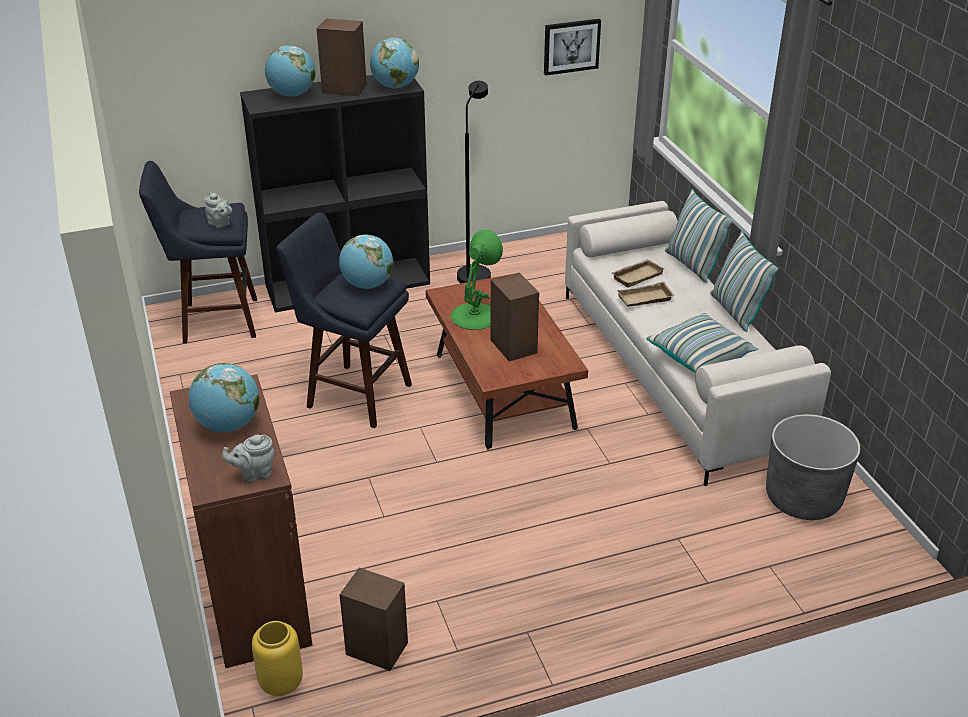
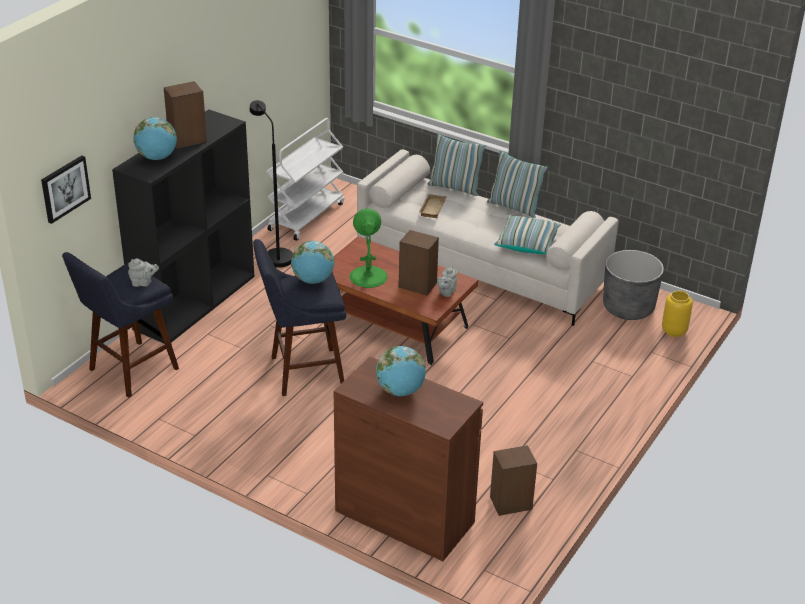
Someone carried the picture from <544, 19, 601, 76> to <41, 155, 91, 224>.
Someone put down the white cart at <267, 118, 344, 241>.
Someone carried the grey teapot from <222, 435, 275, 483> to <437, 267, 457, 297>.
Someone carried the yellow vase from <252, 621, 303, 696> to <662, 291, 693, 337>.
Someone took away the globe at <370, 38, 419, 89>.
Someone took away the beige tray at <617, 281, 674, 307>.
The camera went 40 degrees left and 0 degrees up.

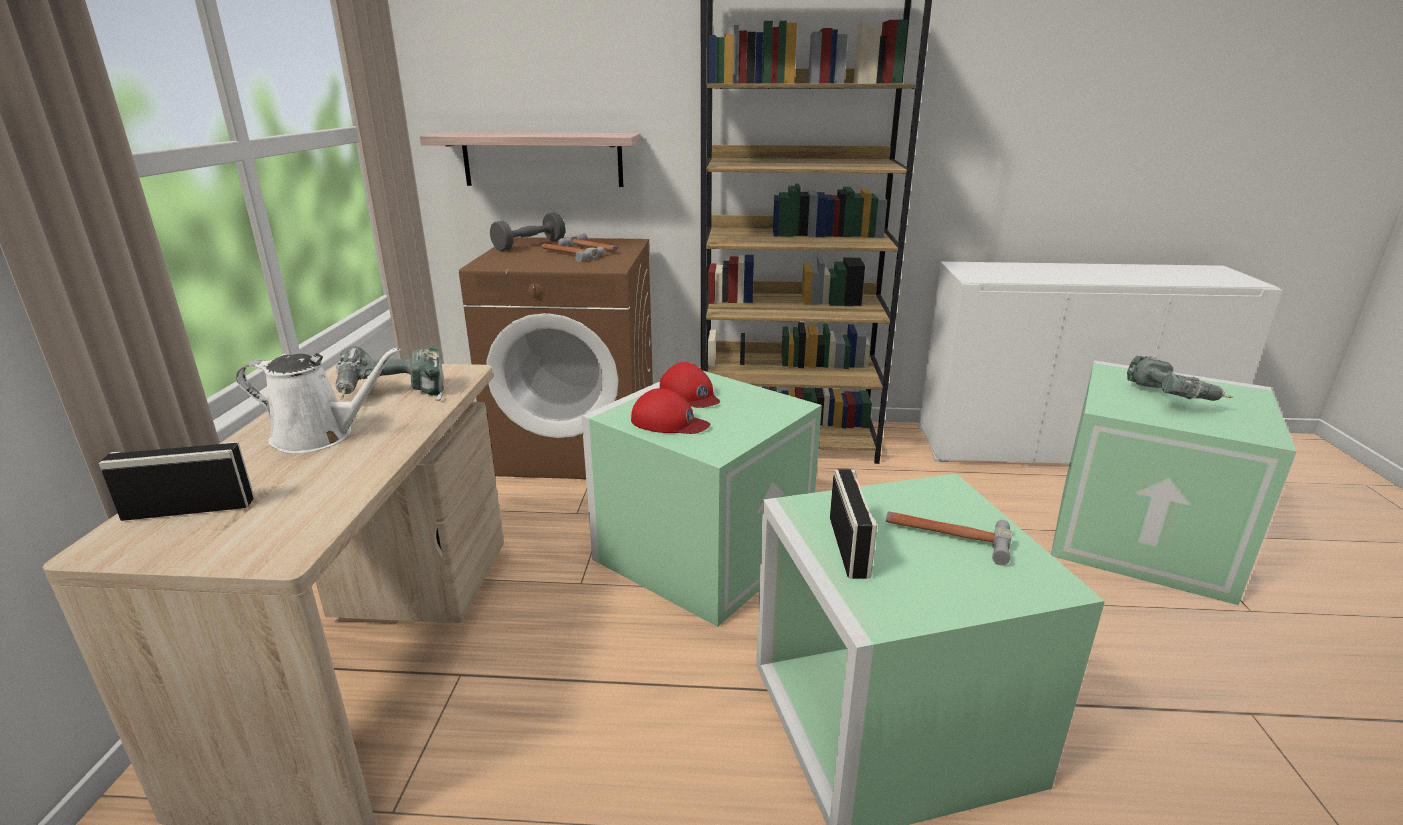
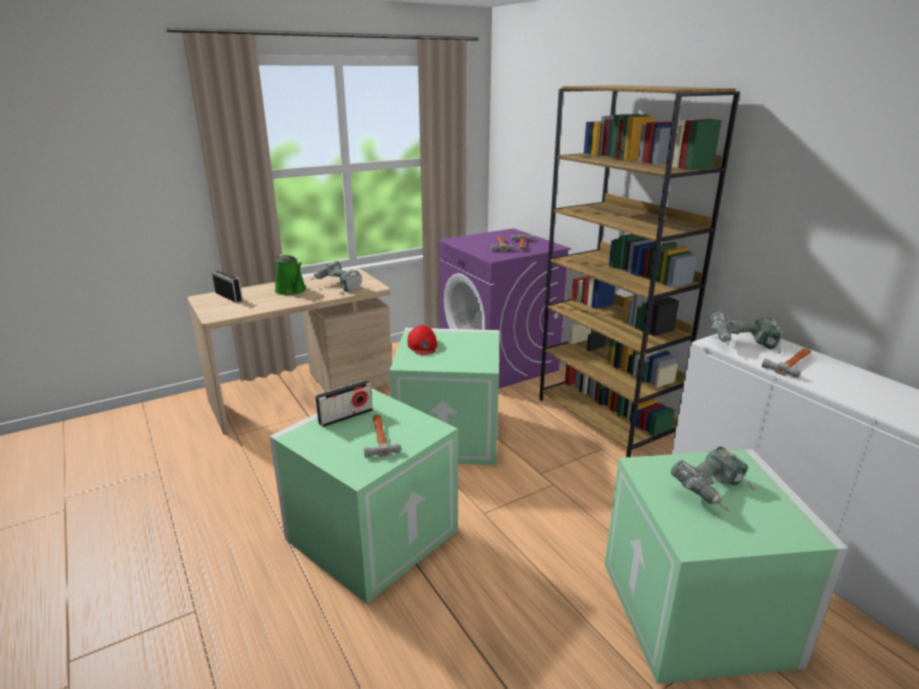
Someone repainted the white watering can at <236, 347, 400, 454>, which became the green watering can at <275, 254, 306, 295>.
Someone repainted the brown washing machine at <459, 237, 653, 479>, which became the purple washing machine at <439, 228, 571, 388>.
Someone put down the power drill at <709, 311, 782, 353>.
Someone put down the hammer at <762, 348, 811, 378>.
Someone took away the shelf at <420, 132, 641, 187>.
Someone took away the grey dumbbell at <490, 212, 565, 251>.
Someone took away the red cap at <660, 362, 720, 408>.
The camera went 55 degrees right and 0 degrees up.

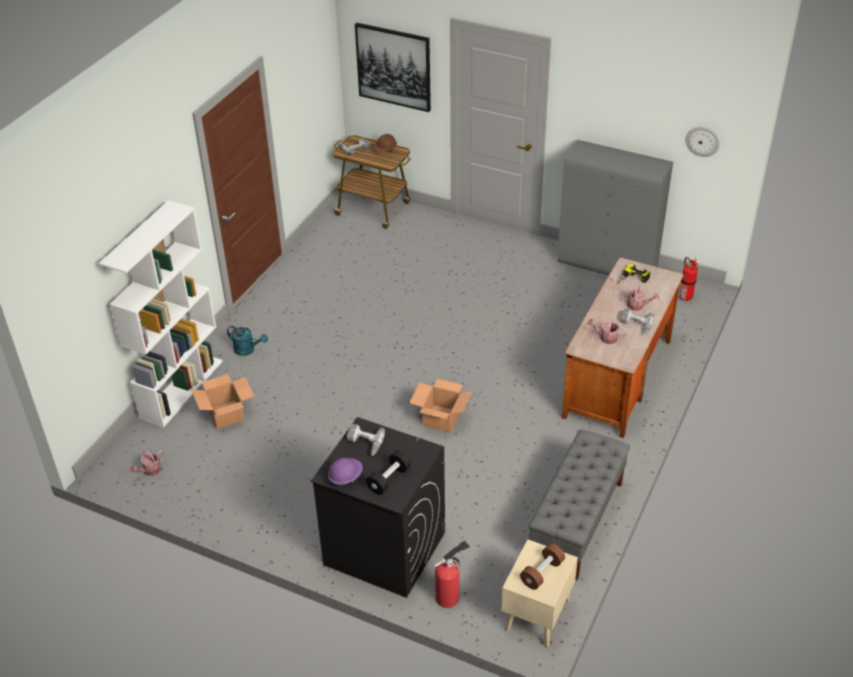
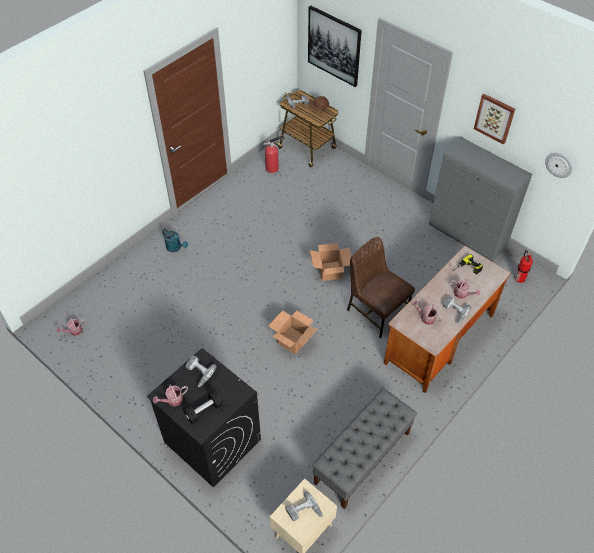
Someone swapped the purple hard hat at <328, 458, 363, 484> for the watering can at <153, 384, 188, 406>.
Someone carried the fire extinguisher from <434, 541, 469, 608> to <263, 135, 285, 173>.
Someone swapped the brown dumbbell at <520, 543, 565, 590> for the power drill at <286, 491, 323, 521>.
Someone carried the cardboard box from <191, 374, 254, 429> to <310, 243, 352, 281>.
Someone put down the brown chair at <347, 237, 415, 339>.
Someone put up the picture at <474, 94, 515, 144>.
Someone took away the white bookcase at <99, 200, 223, 428>.
The camera went 15 degrees right and 10 degrees up.

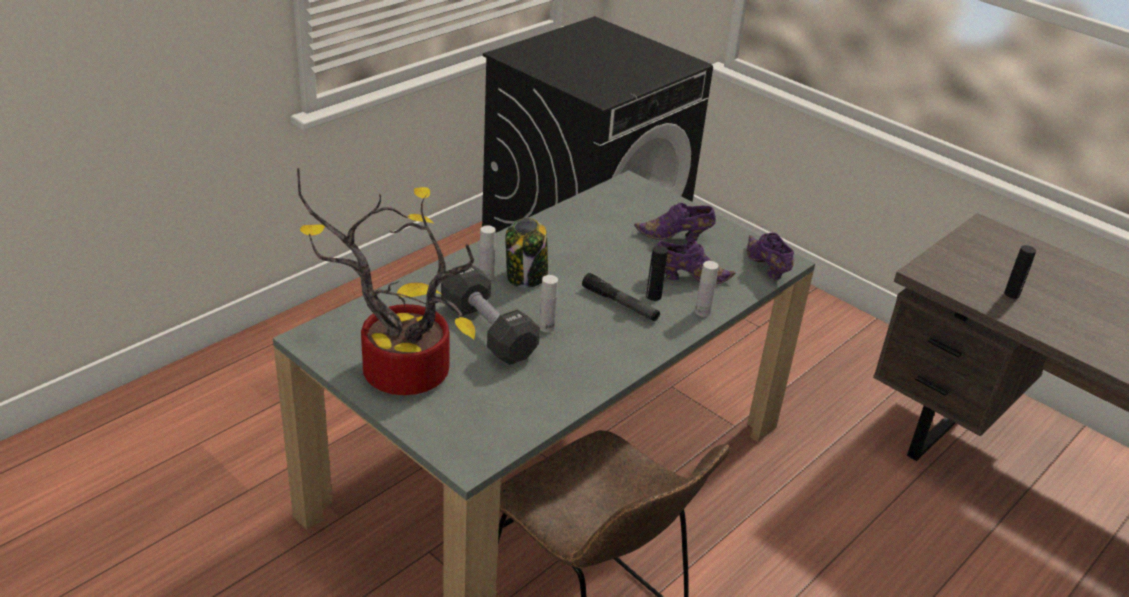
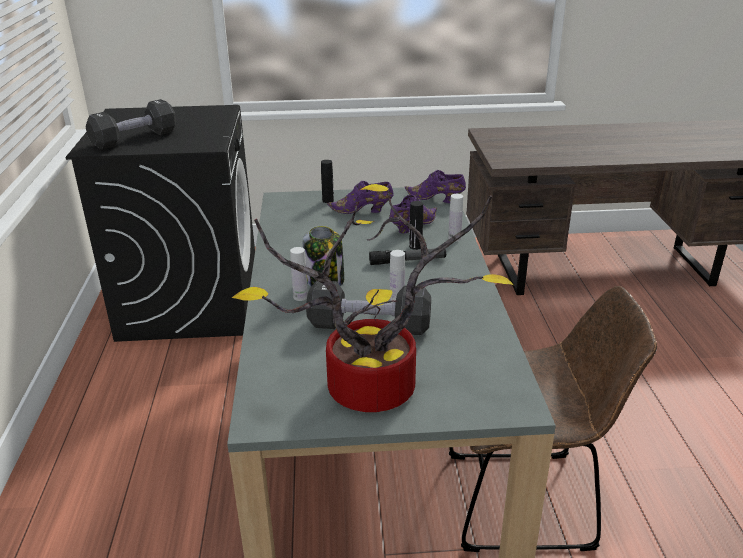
Someone put down the black dumbbell at <85, 99, 176, 150>.
Someone carried the black bottle from <1004, 245, 1036, 299> to <321, 160, 334, 203>.
Someone rotated the purple shoe at <634, 203, 716, 241> by 45 degrees clockwise.
The camera went 45 degrees left and 5 degrees down.

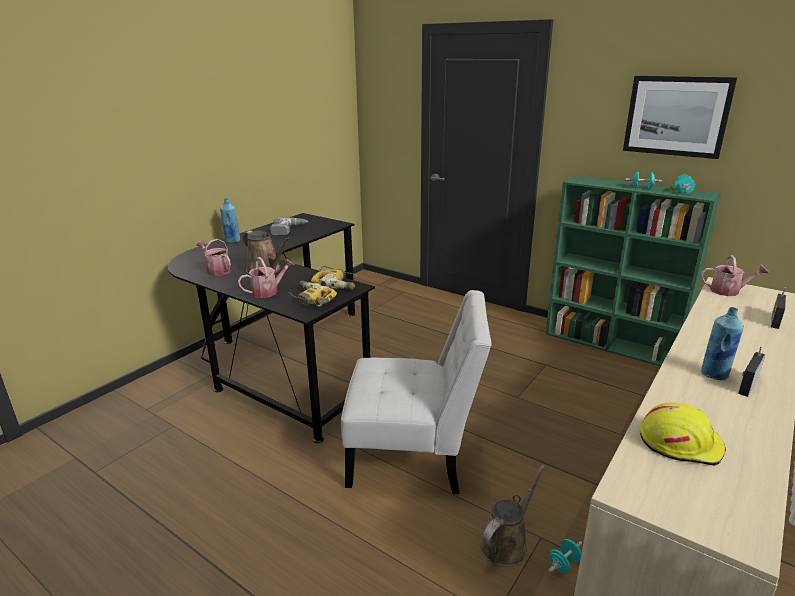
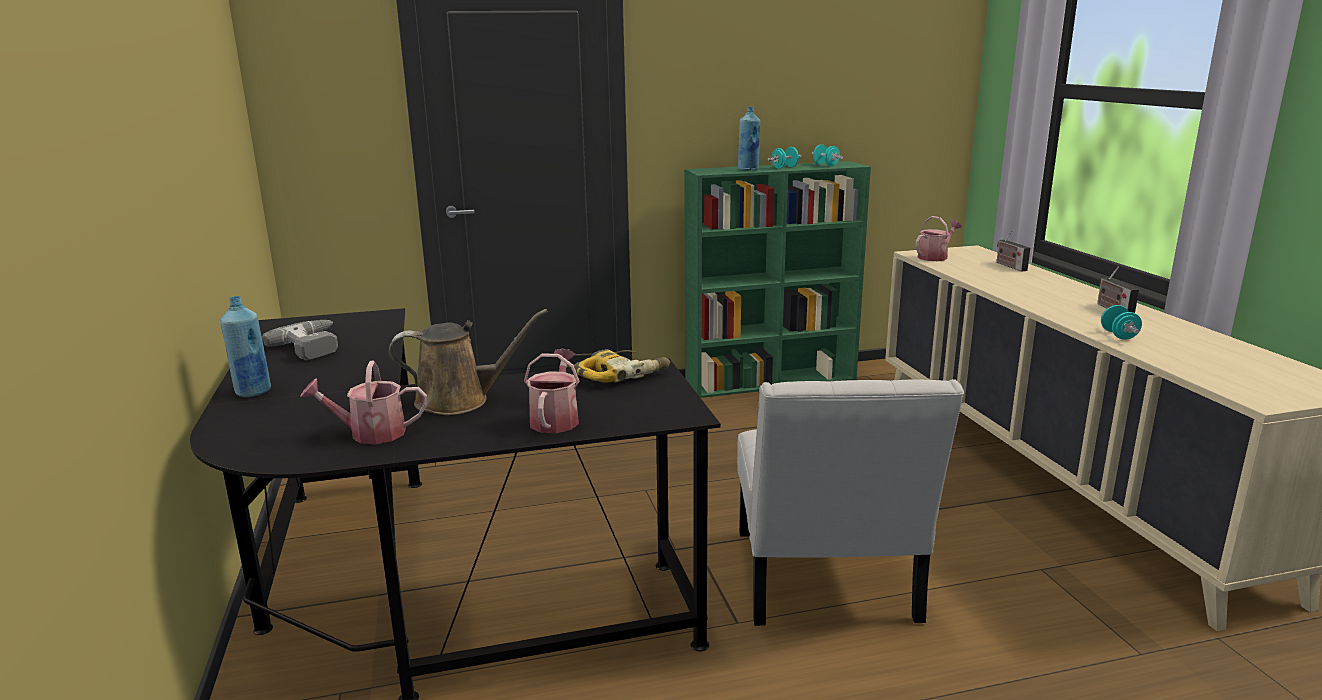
Someone rotated the white chair at <341, 290, 492, 494> by 135 degrees clockwise.
Someone carried the blue bottle from <701, 307, 744, 380> to <738, 107, 760, 171>.
Someone carried the turquoise dumbbell from <548, 539, 582, 574> to <1101, 305, 1142, 340>.
Someone took away the power drill at <288, 281, 337, 307>.
Someone took away the brown watering can at <479, 465, 545, 567>.
Someone took away the picture at <623, 76, 737, 159>.
Someone took away the yellow hard hat at <640, 402, 726, 466>.
The camera went 50 degrees left and 5 degrees down.

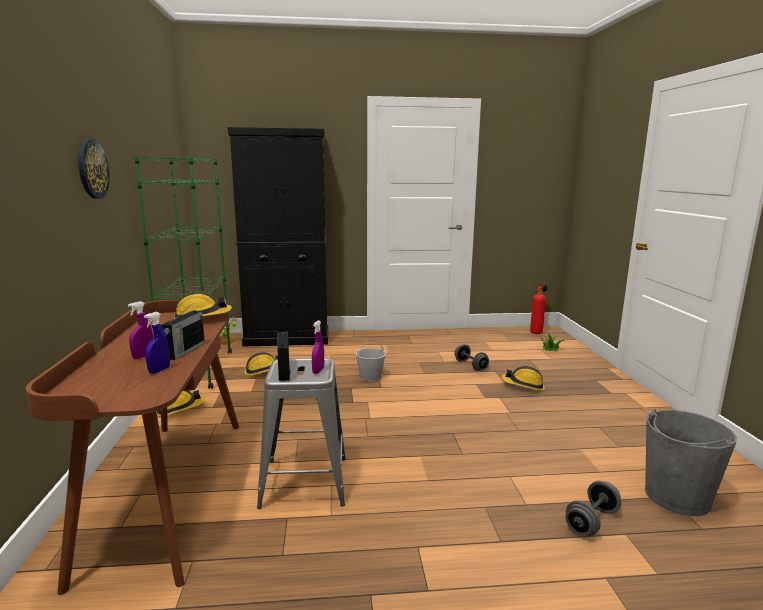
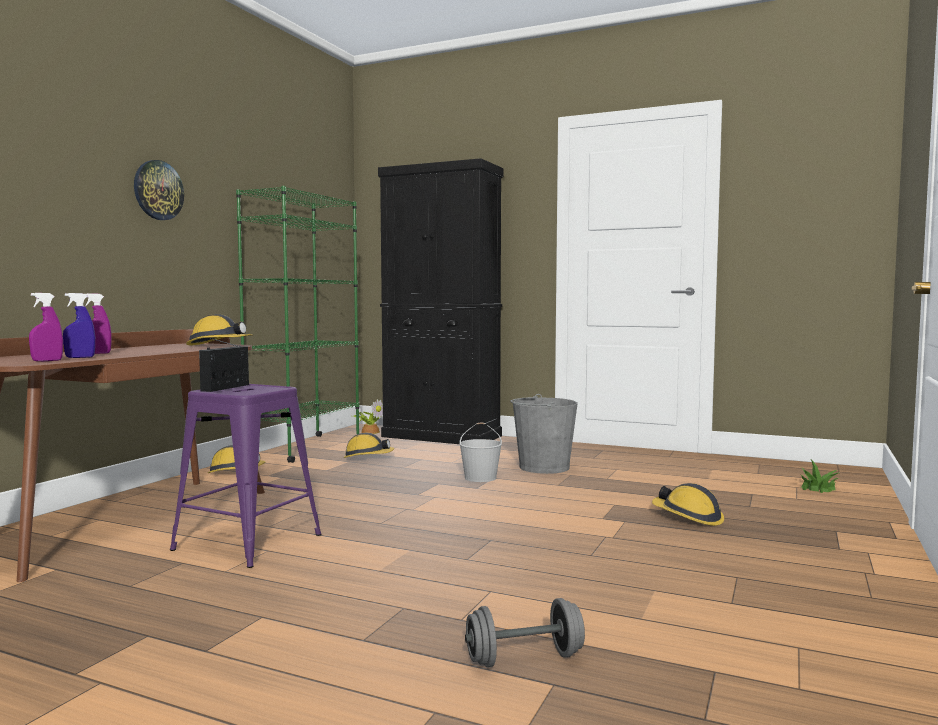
Someone carried the purple spray bottle from <312, 320, 324, 374> to <29, 293, 63, 361>.
Someone repainted the grey stool at <257, 358, 346, 509>, which became the purple stool at <170, 384, 321, 568>.
Someone carried the grey bucket from <645, 409, 737, 516> to <511, 394, 578, 474>.
Someone took away the radio at <161, 303, 205, 360>.
Someone took away the grey dumbbell at <454, 344, 489, 371>.
Someone took away the fire extinguisher at <530, 283, 548, 334>.
The camera went 30 degrees right and 10 degrees down.

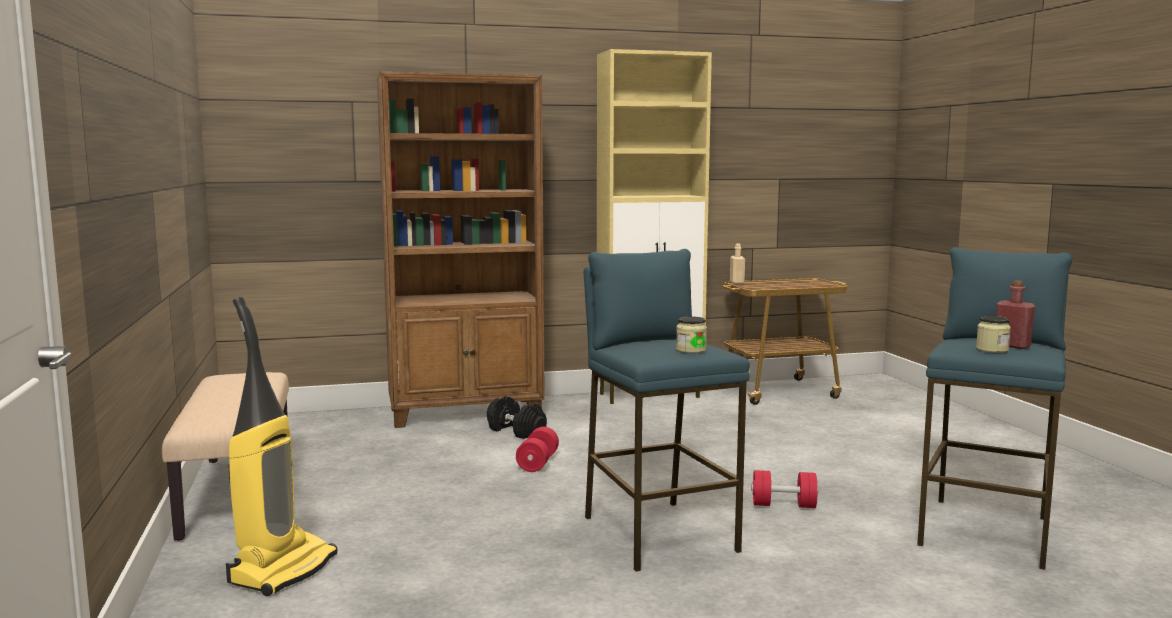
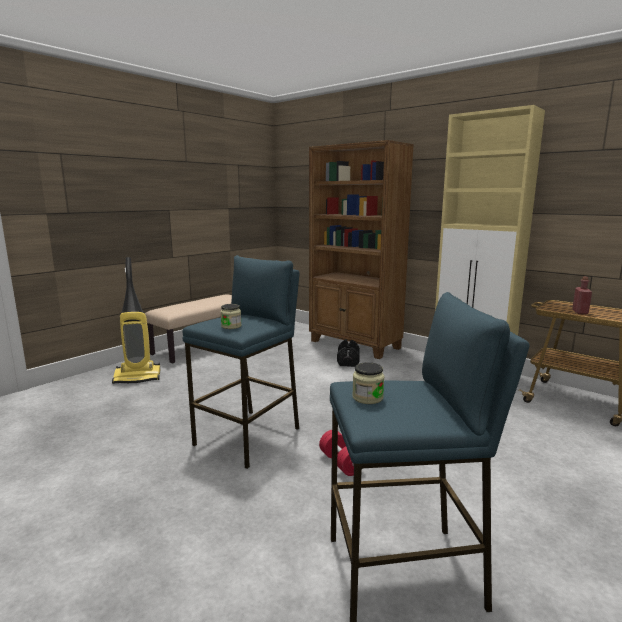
Someone carried the red bottle from <997, 280, 1035, 349> to <572, 277, 592, 314>.
Someone took away the red dumbbell at <516, 427, 559, 472>.
Someone took away the beige bottle at <730, 243, 745, 284>.
The camera went 55 degrees right and 5 degrees up.

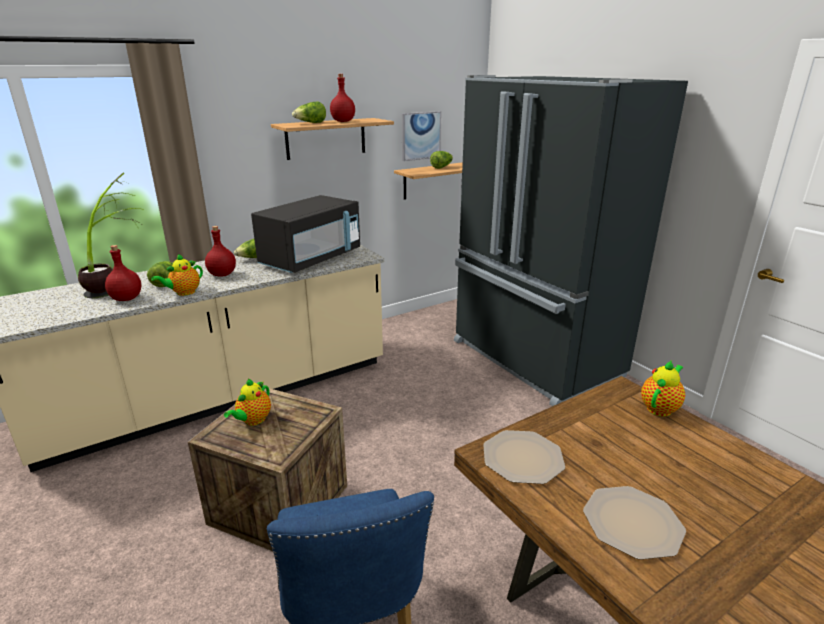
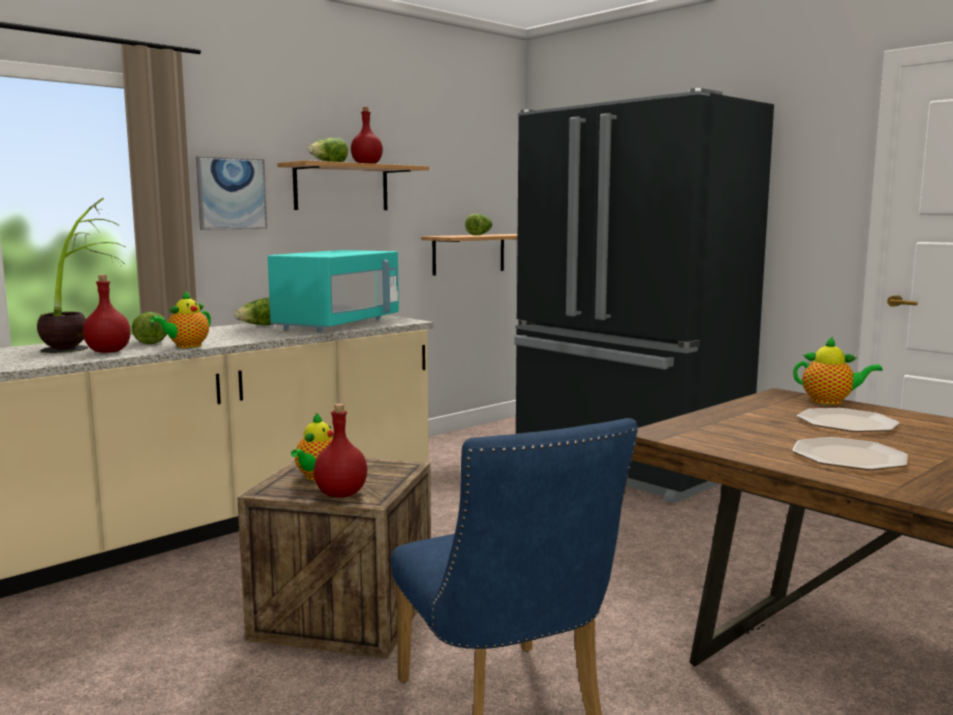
Someone carried the picture from <402, 111, 441, 161> to <196, 156, 267, 230>.
Someone repainted the black microwave at <251, 195, 360, 273>, which became the turquoise microwave at <268, 250, 399, 332>.
Someone carried the red bottle from <205, 226, 236, 277> to <314, 404, 367, 497>.
Someone rotated the teapot at <641, 360, 685, 417> by 75 degrees clockwise.
Someone carried the plate from <483, 430, 565, 484> to <797, 408, 900, 432>.
The camera went 10 degrees left and 15 degrees down.

